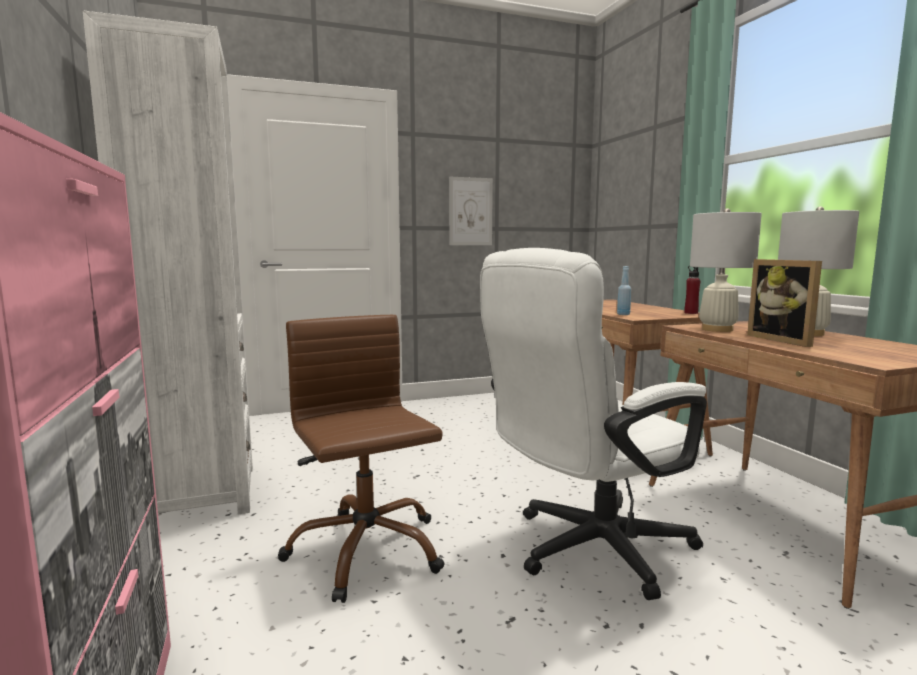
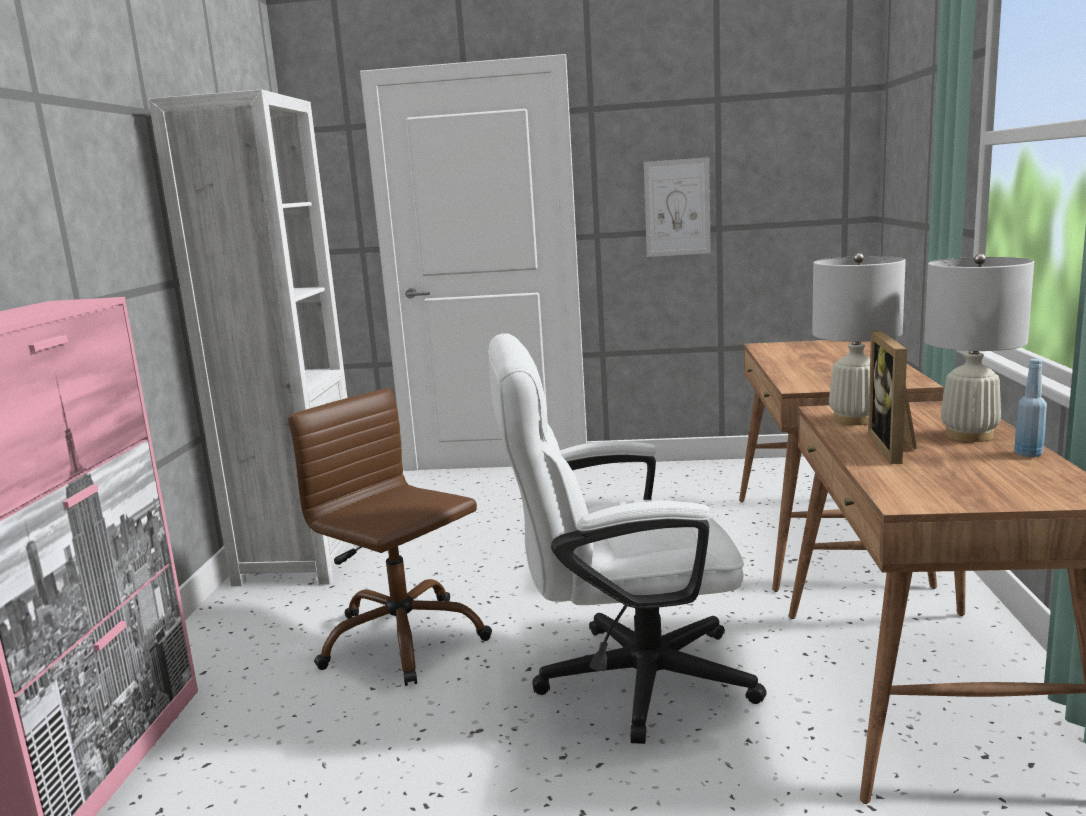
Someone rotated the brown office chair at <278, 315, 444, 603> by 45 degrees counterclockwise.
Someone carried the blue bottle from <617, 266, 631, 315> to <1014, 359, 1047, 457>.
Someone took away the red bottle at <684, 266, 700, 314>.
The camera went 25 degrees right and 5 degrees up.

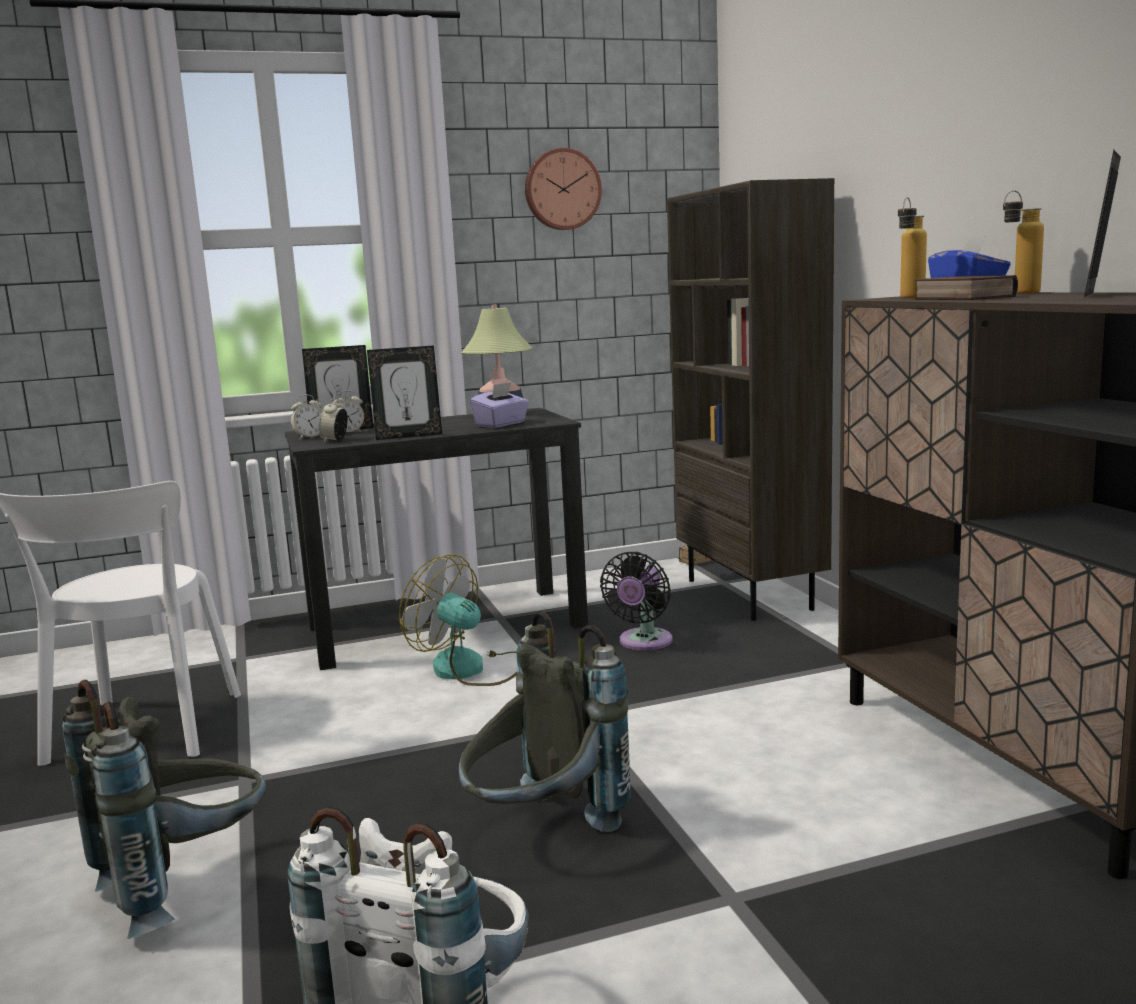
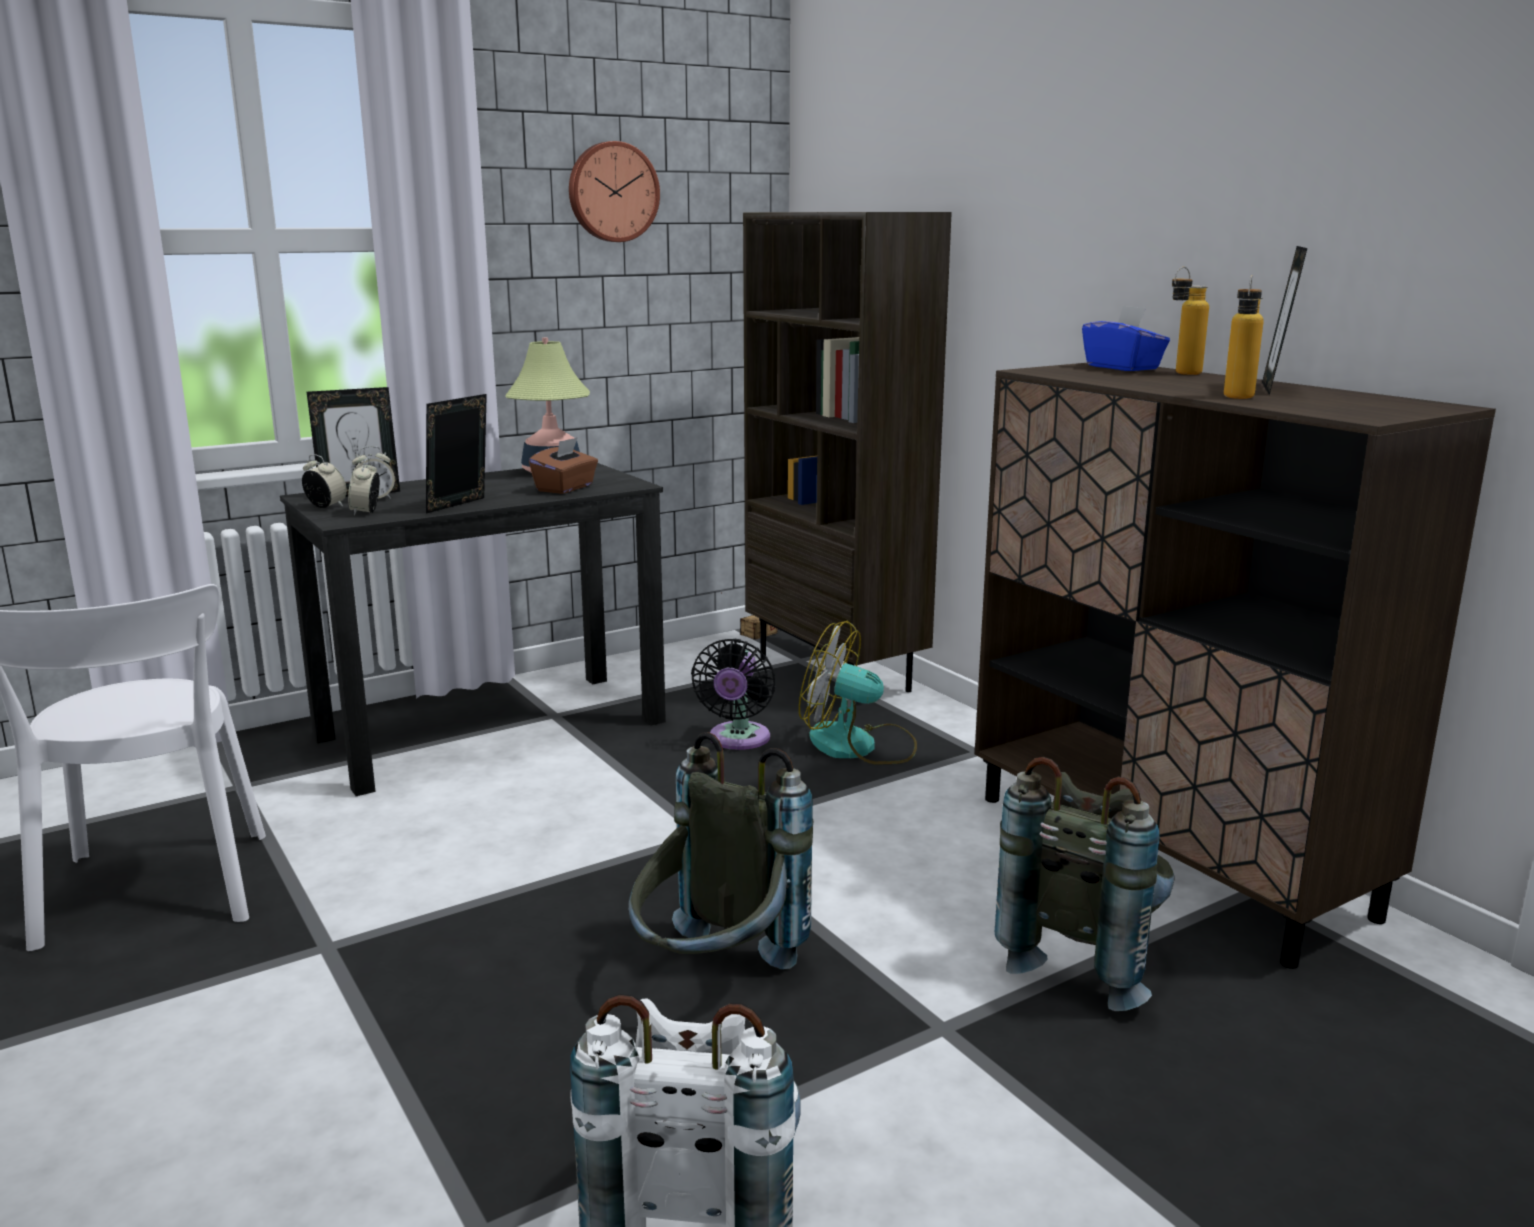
Someone rotated the alarm clock at <290, 395, 322, 440> by 105 degrees counterclockwise.
Someone rotated the picture frame at <367, 346, 442, 440> by 150 degrees clockwise.
Someone repainted the purple tissue box at <469, 382, 529, 428>, which became the brown tissue box at <529, 437, 598, 494>.
Someone carried the fan from <399, 554, 517, 686> to <799, 621, 917, 764>.
Someone carried the grey backpack from <62, 680, 266, 939> to <995, 757, 1174, 1011>.
Someone carried the bottle from <898, 197, 927, 298> to <1224, 275, 1263, 399>.
Someone took away the book at <914, 275, 1018, 300>.
The camera went 15 degrees left and 5 degrees up.

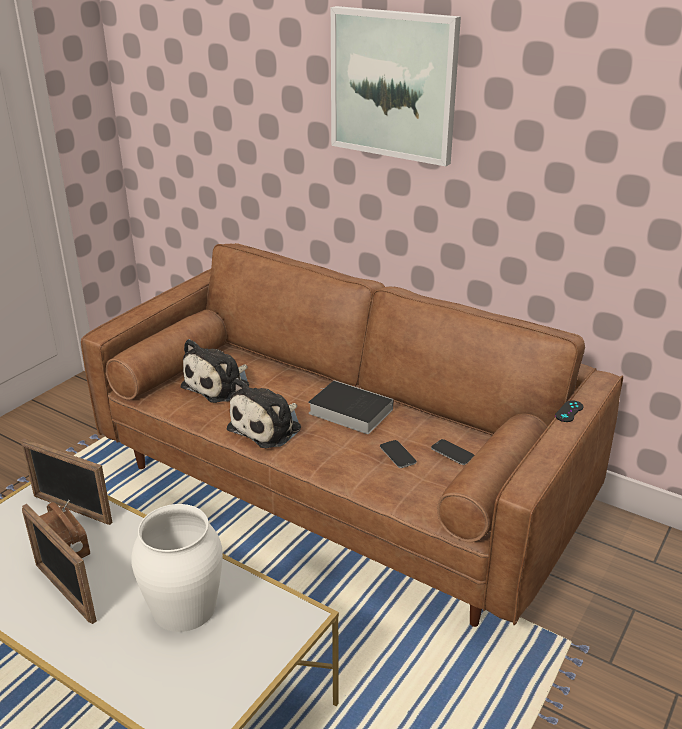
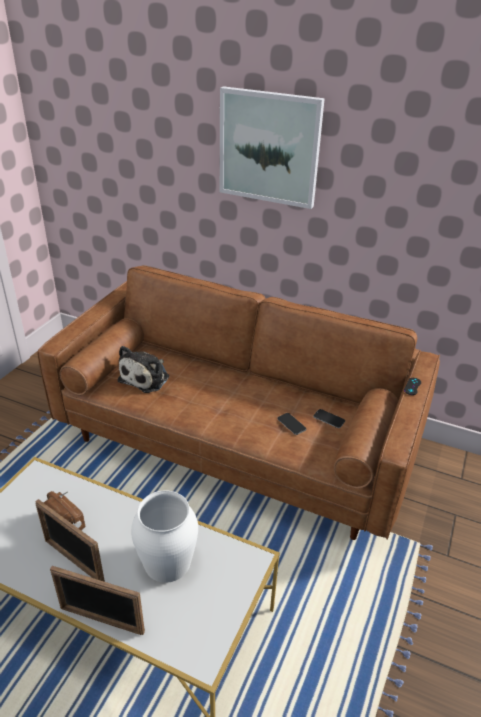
Someone carried the picture frame from <21, 439, 113, 525> to <50, 566, 145, 635>.
Someone took away the plush toy at <227, 378, 301, 449>.
Someone took away the book at <308, 380, 393, 434>.
The camera went 10 degrees left and 5 degrees up.

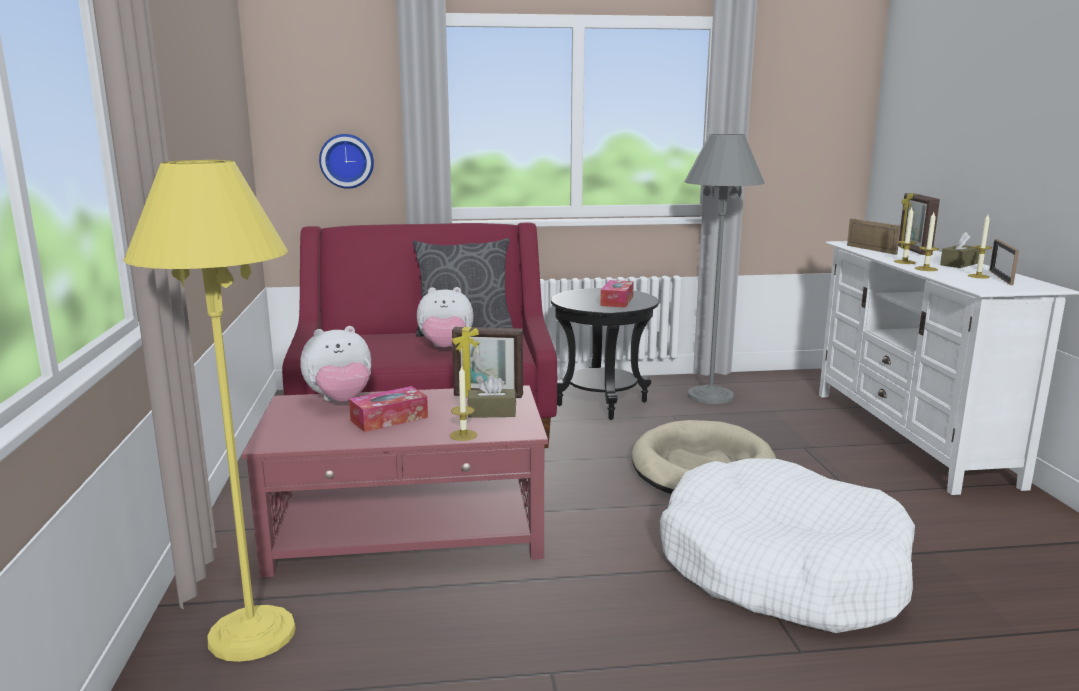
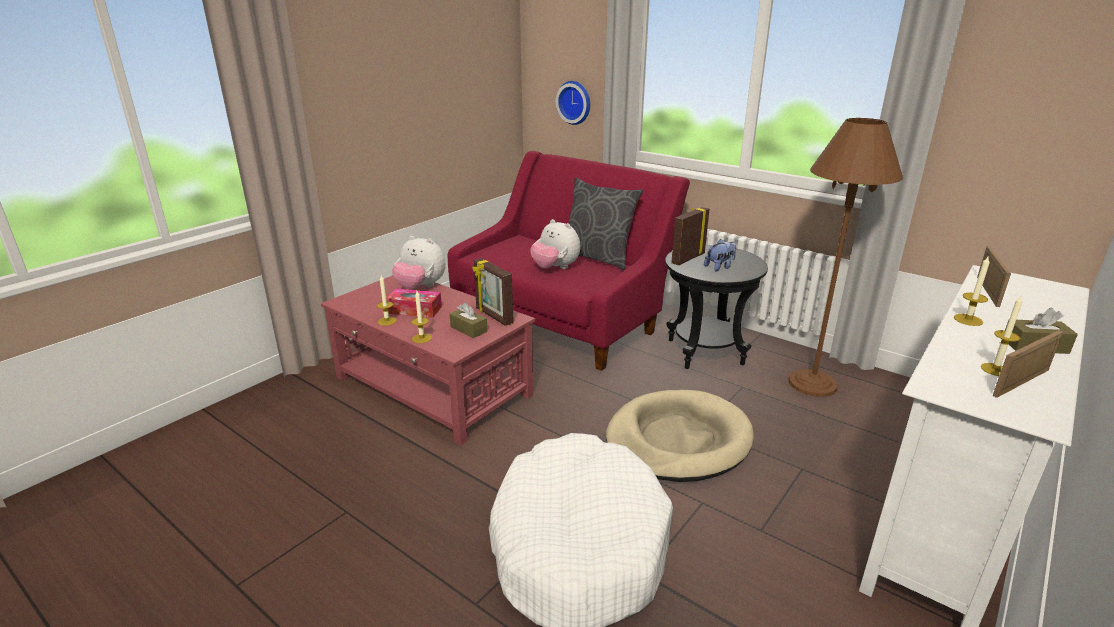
Someone carried the candle from <914, 212, 939, 271> to <377, 275, 397, 326>.
Someone carried the picture frame from <898, 193, 940, 255> to <671, 207, 709, 265>.
Someone swapped the tissue box at <600, 280, 634, 308> for the plush toy at <704, 239, 736, 272>.
Someone repainted the grey floor lamp at <684, 134, 764, 404>, which became the brown floor lamp at <788, 118, 903, 397>.
Someone took away the yellow floor lamp at <124, 160, 296, 662>.
The camera went 45 degrees right and 10 degrees up.

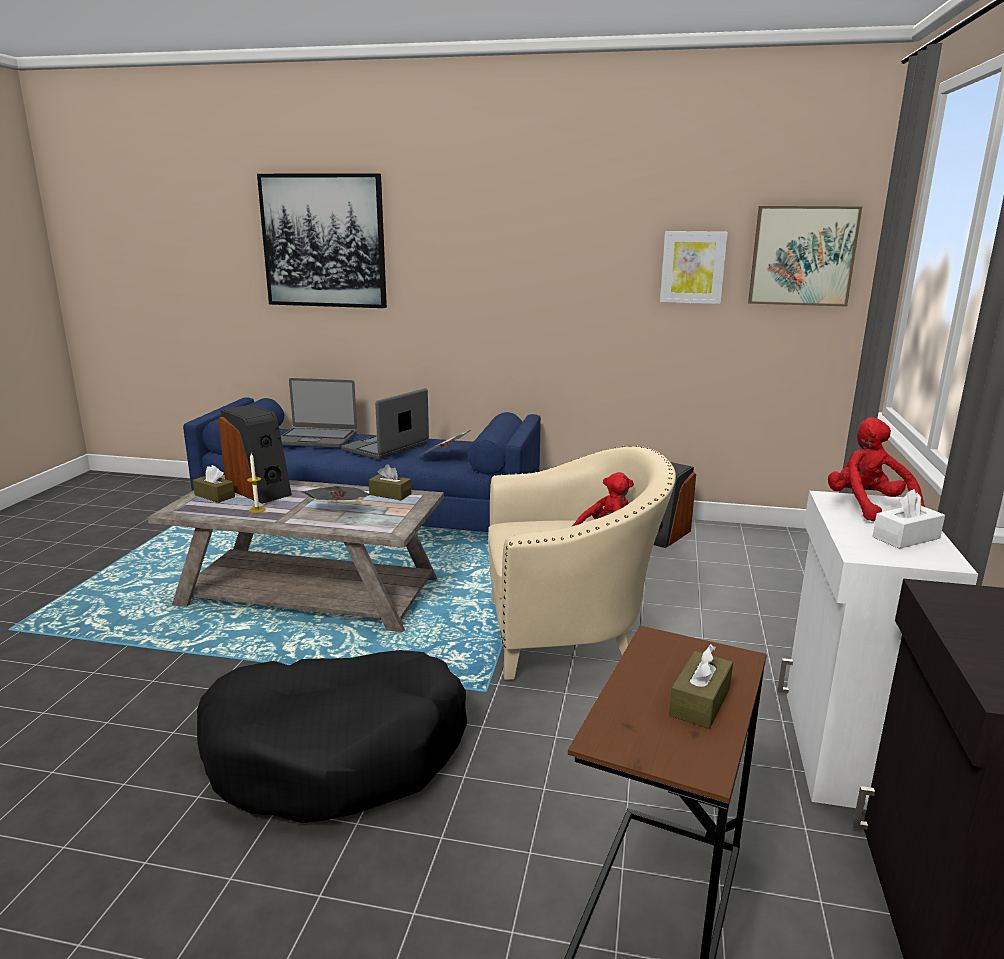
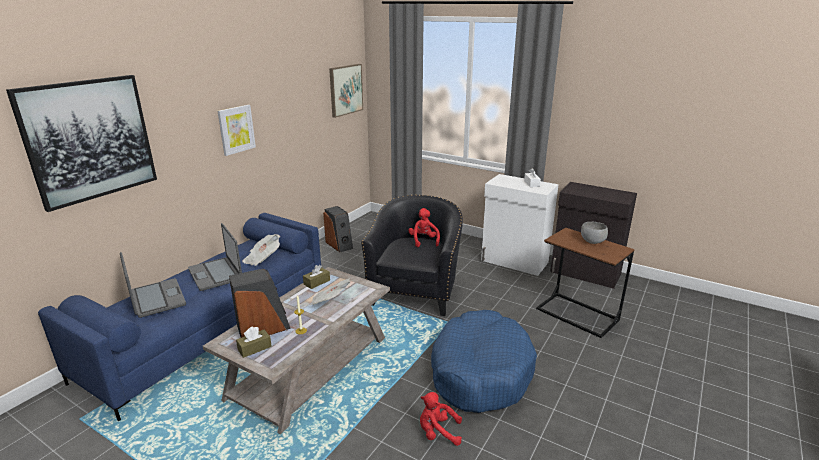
Someone rotated the laptop at <281, 378, 357, 448> by 60 degrees counterclockwise.
Someone carried the picture from <660, 231, 728, 304> to <217, 105, 256, 156>.
Someone repainted the beige armchair at <488, 445, 676, 680>, which became the black armchair at <361, 195, 463, 316>.
Someone carried the red plush toy from <828, 417, 925, 521> to <420, 392, 462, 446>.
Someone repainted the black dog bed at <197, 650, 467, 823>, which became the blue dog bed at <431, 310, 537, 413>.
Someone swapped the brown tissue box at <669, 644, 733, 729> for the grey bowl at <581, 222, 608, 244>.
The camera went 70 degrees left and 5 degrees up.

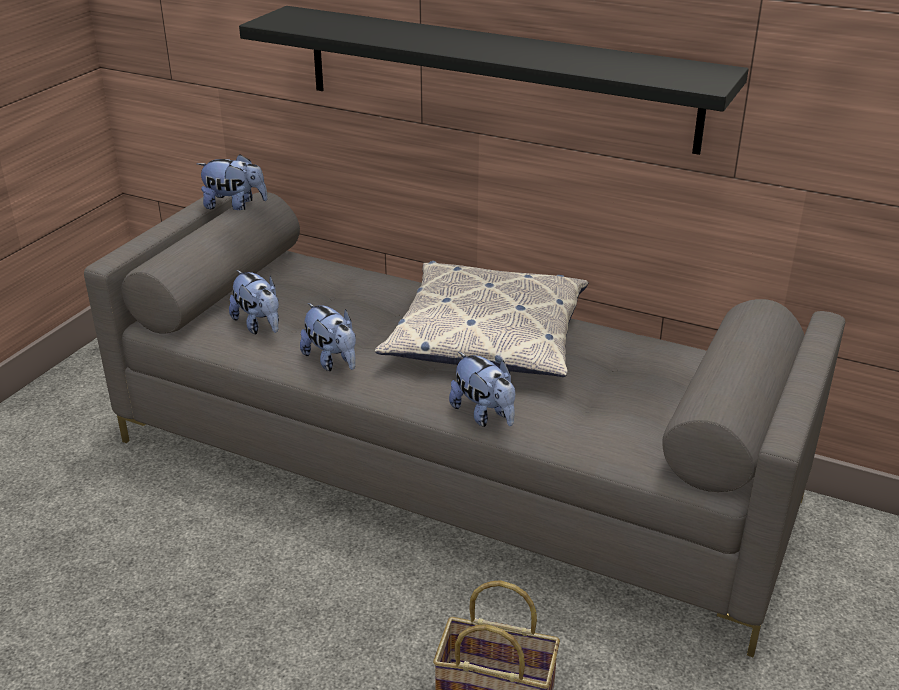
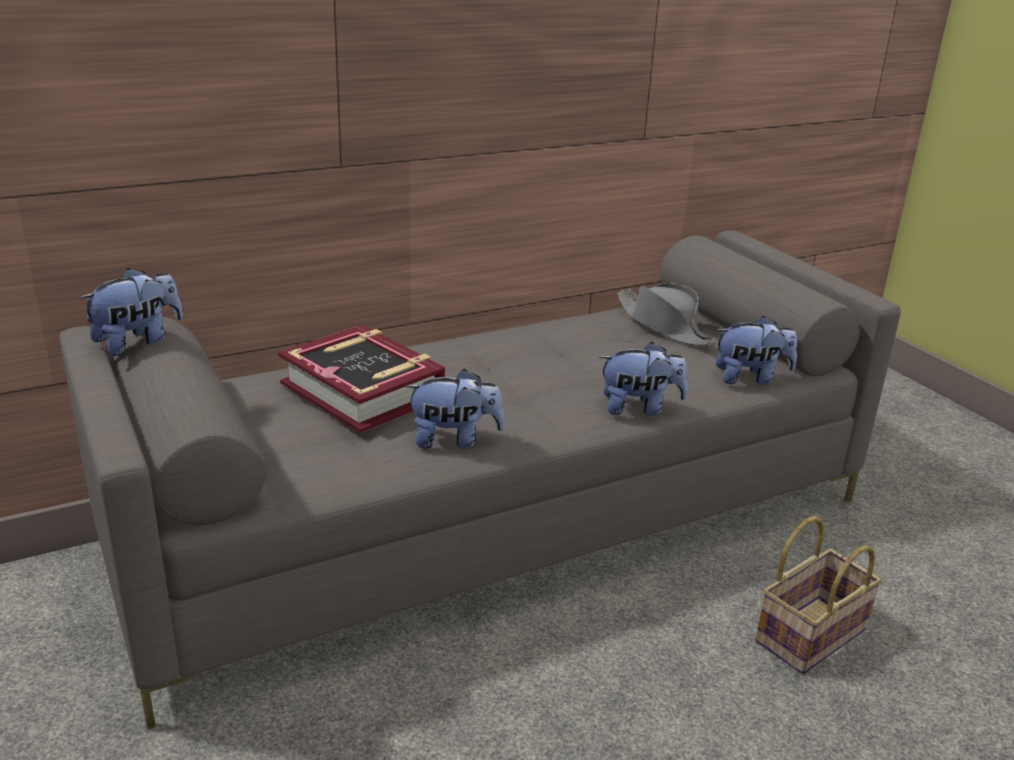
Someone put down the book at <278, 325, 445, 433>.
Someone put down the grey hat at <617, 282, 718, 346>.
Someone carried the plush toy from <229, 270, 279, 334> to <716, 316, 797, 385>.
Someone took away the black shelf at <239, 6, 749, 155>.
Someone took away the pillow at <375, 261, 589, 377>.
The camera went 55 degrees left and 5 degrees down.

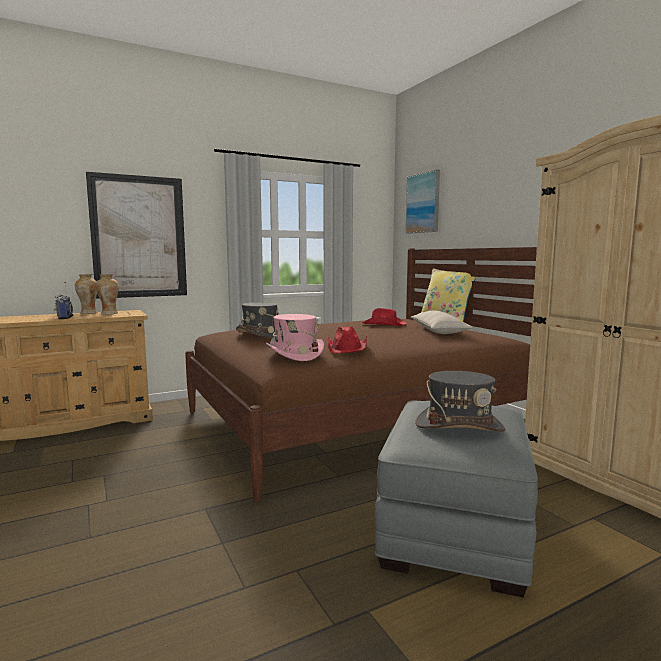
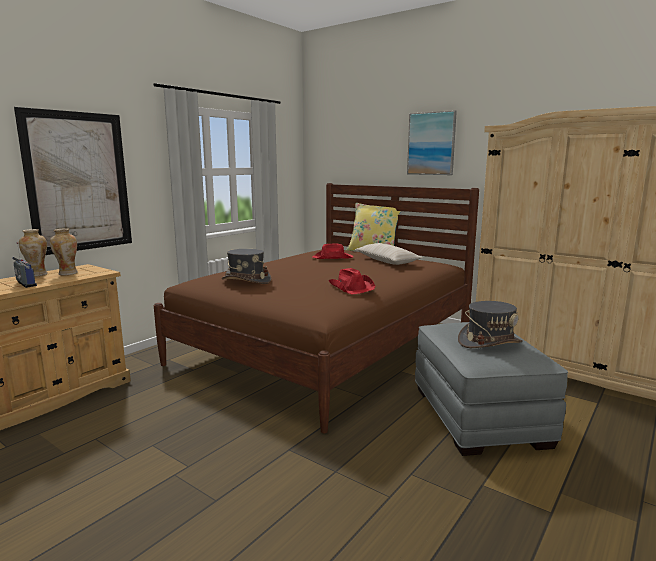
Someone carried the picture from <405, 169, 440, 234> to <407, 110, 457, 175>.
Someone took away the pink hat at <266, 314, 324, 361>.
The camera went 25 degrees left and 5 degrees up.

